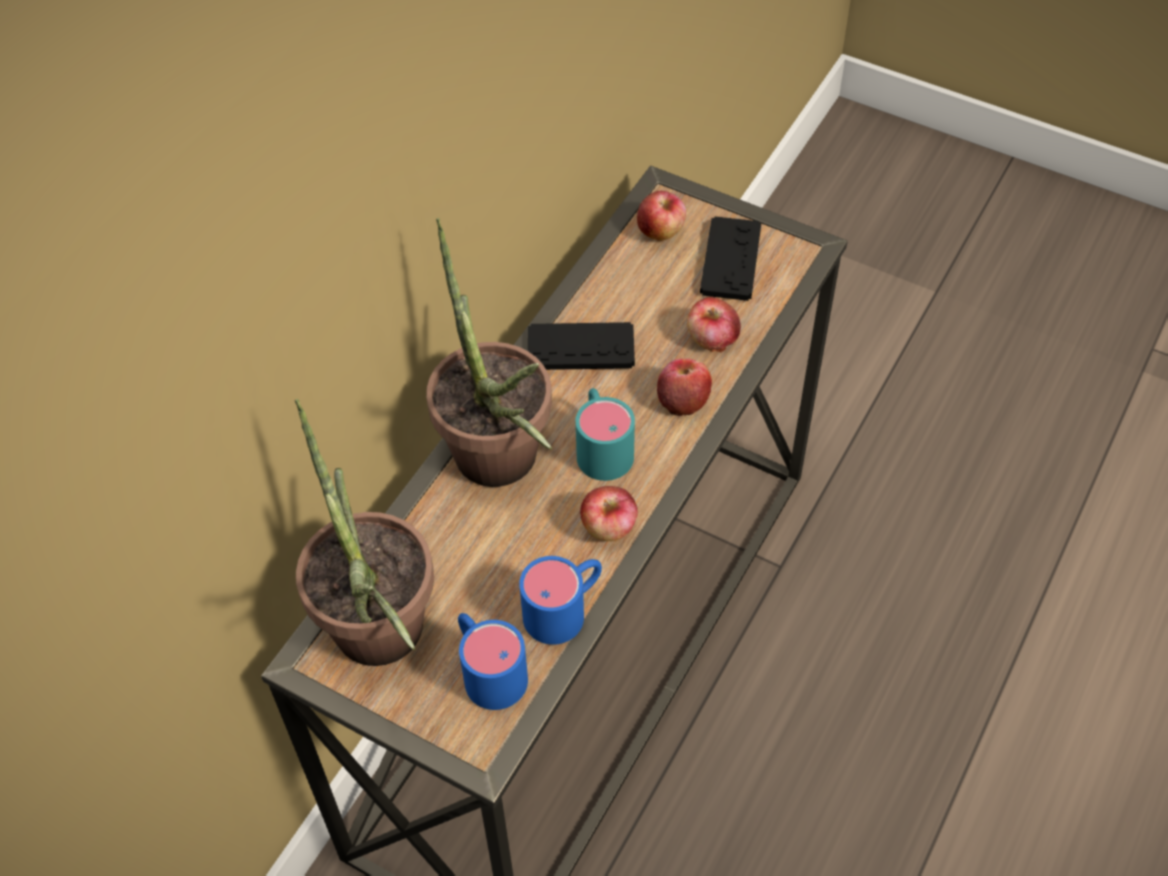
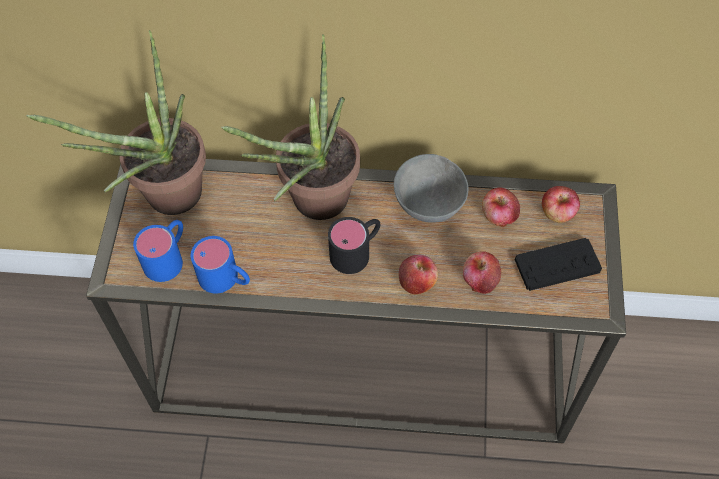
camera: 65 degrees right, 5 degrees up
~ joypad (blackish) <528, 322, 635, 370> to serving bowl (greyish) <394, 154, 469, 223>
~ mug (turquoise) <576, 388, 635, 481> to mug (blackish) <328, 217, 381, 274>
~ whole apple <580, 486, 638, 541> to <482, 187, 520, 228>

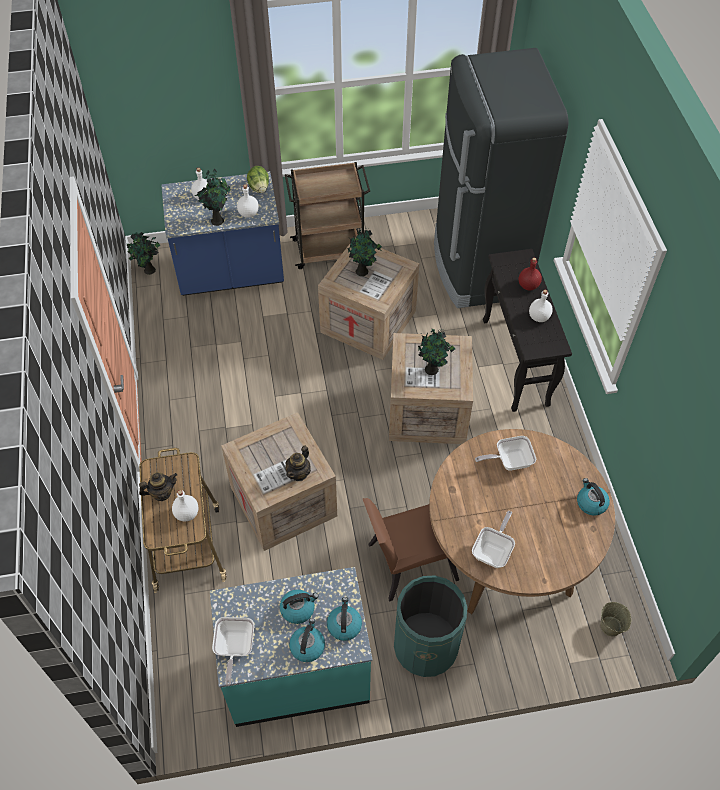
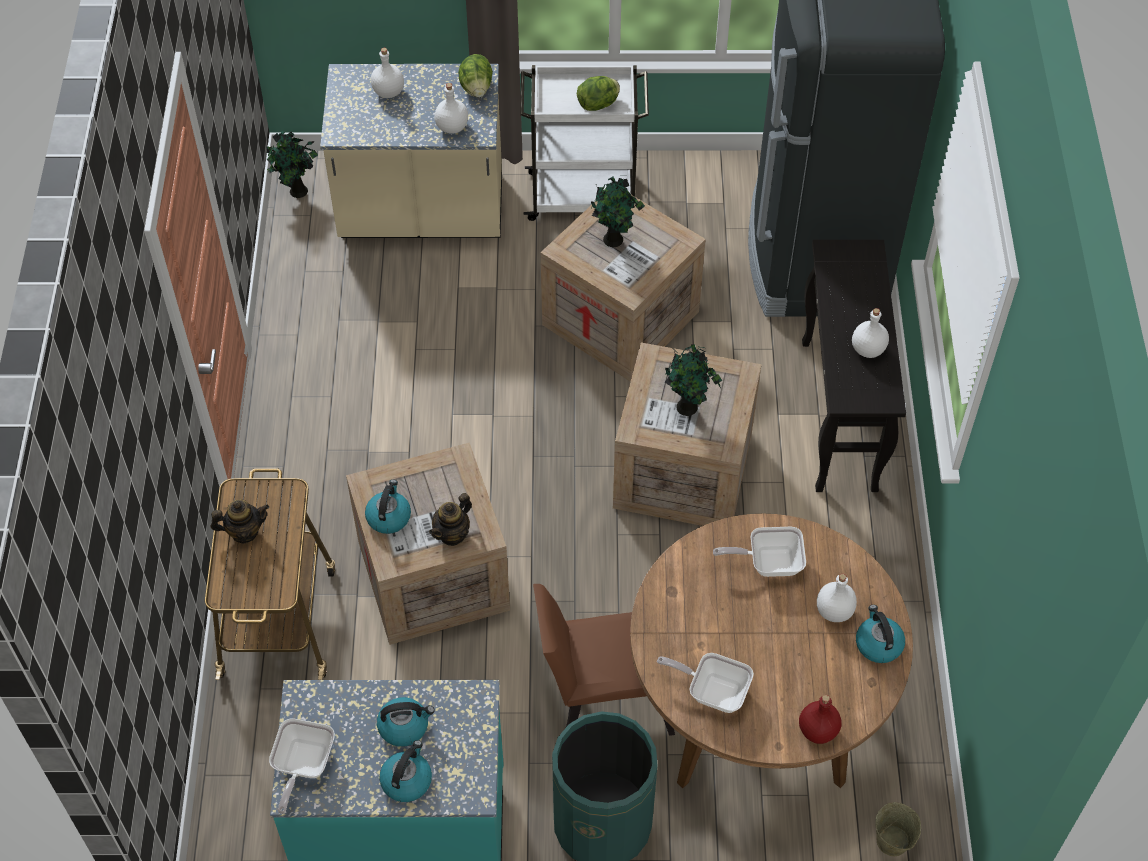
camera: 10 degrees right, 0 degrees up
~ kitchen counter (bluish) <161, 171, 284, 296> to kitchen counter (sand-coloured) <320, 64, 502, 238>
~ drink bottle (whitish) <172, 490, 198, 521> to <817, 573, 857, 622>
- plant in a pot <195, 168, 231, 226>
~ cart (brownish) <285, 162, 370, 269> to cart (whitish) <520, 65, 649, 221>
~ kettle <327, 597, 362, 641> to <365, 480, 411, 534>
~ pan <472, 511, 515, 568> = <657, 653, 754, 713> 105 degrees counterclockwise
~ drink bottle (reddish) <519, 258, 542, 291> to <799, 695, 842, 744>
+ lettuce <577, 76, 620, 111>

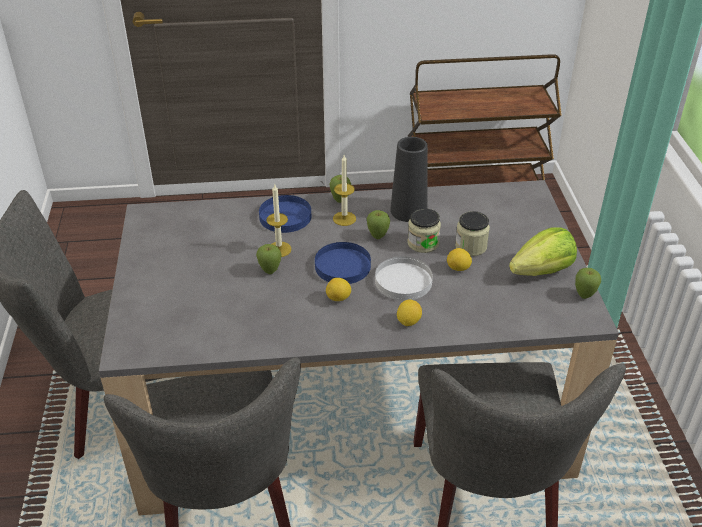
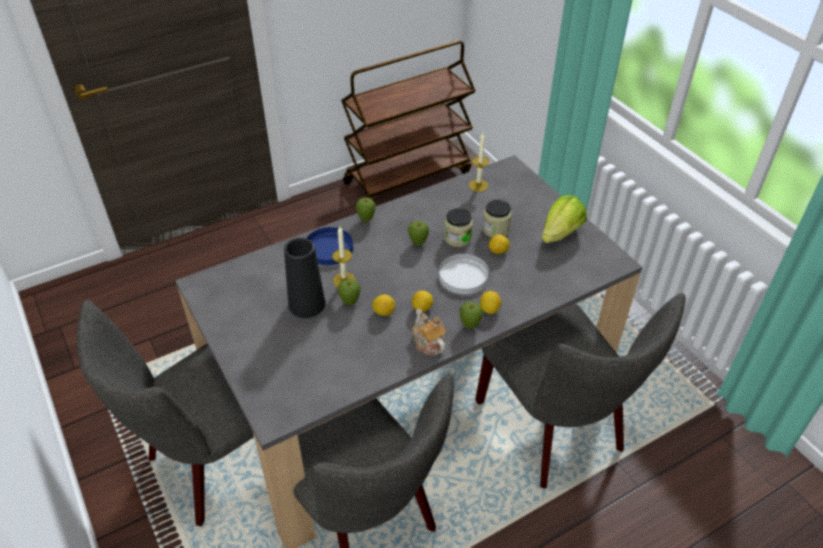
camera: 25 degrees left, 5 degrees up
- dinner plate (bluish) <315, 242, 371, 284>
~ wax candle <333, 155, 356, 226> to <469, 133, 489, 192>
~ flower vase (blackish) <390, 137, 428, 222> to <284, 238, 325, 318>
~ whole apple <575, 268, 601, 299> to <460, 302, 483, 329>
+ lemon <372, 294, 395, 316>
+ tea pot <412, 308, 446, 356>

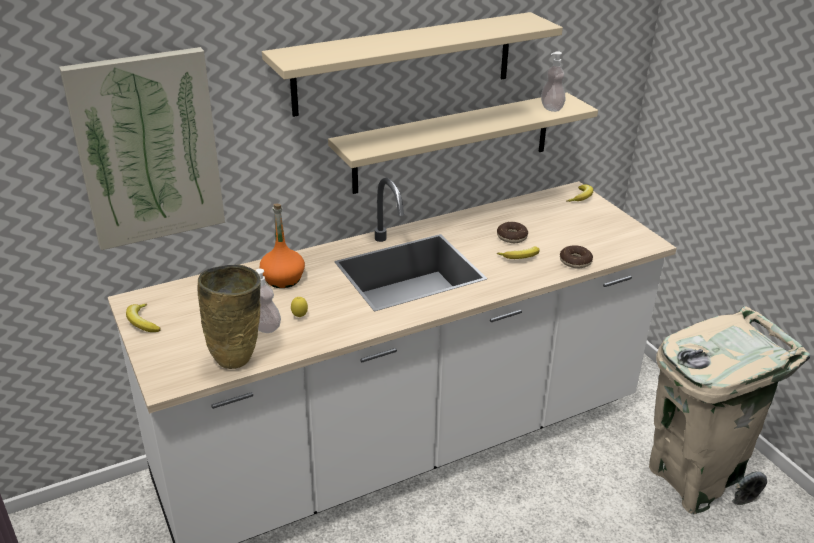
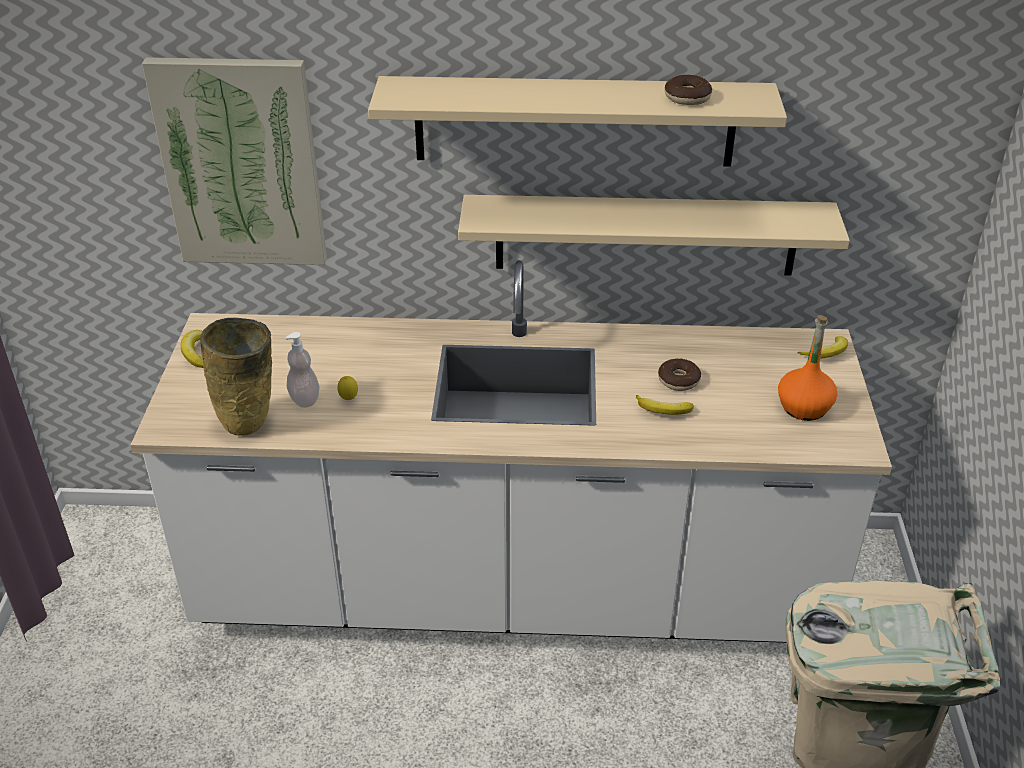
camera: 30 degrees right, 5 degrees up
~ drink bottle (orange-coloured) <260, 203, 305, 288> to <778, 315, 837, 421>
- liquid soap bottle <541, 51, 566, 112>
~ doughnut <560, 245, 593, 269> to <665, 75, 712, 105>

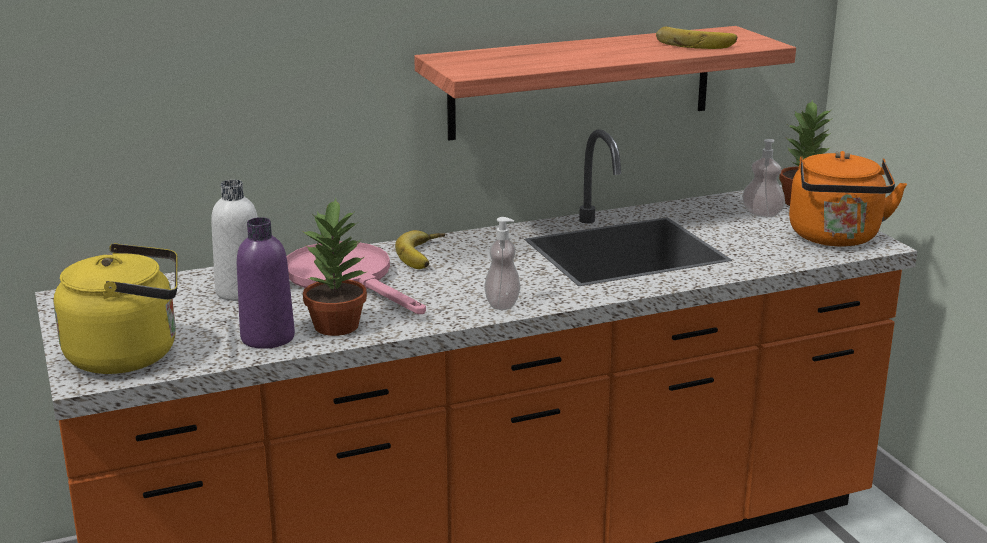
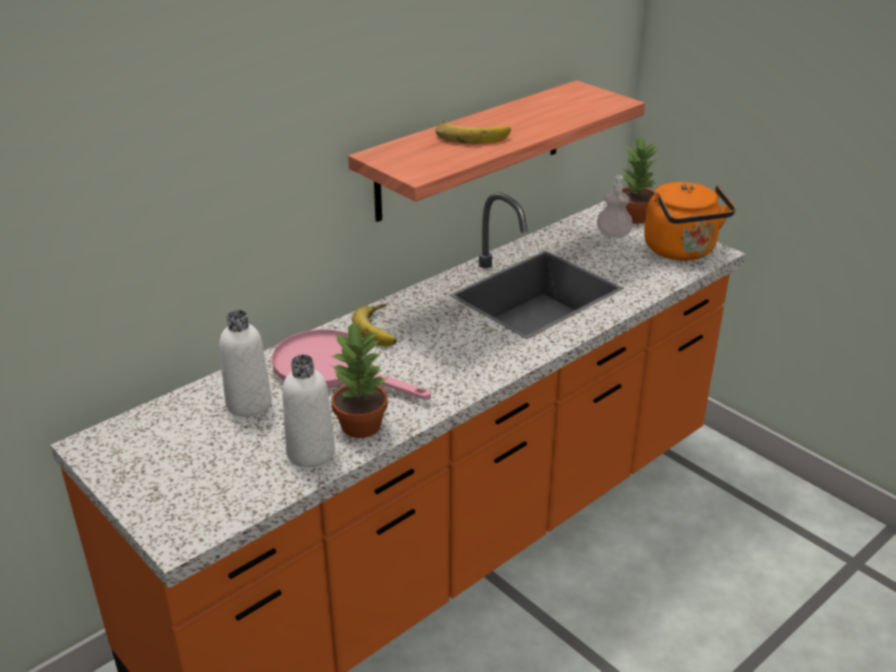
camera: 20 degrees left, 10 degrees up
- kettle (yellow) <54, 243, 178, 374>
~ drink bottle (purple-coloured) <237, 217, 295, 349> to drink bottle (whitish) <282, 354, 335, 467>
- liquid soap bottle <484, 217, 520, 310>
~ whole banana <656, 26, 737, 49> to <436, 120, 511, 144>

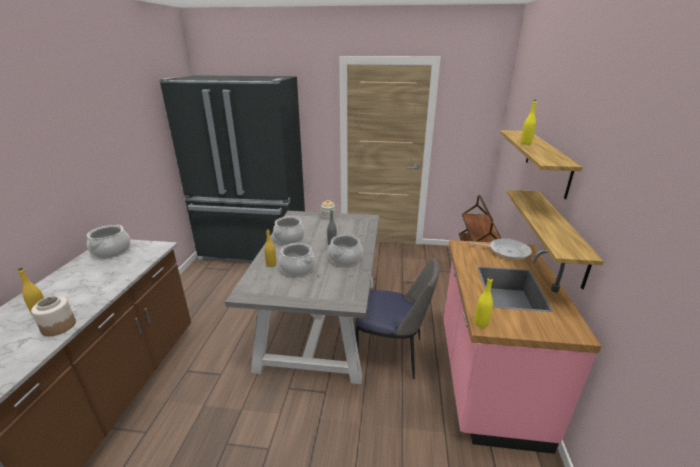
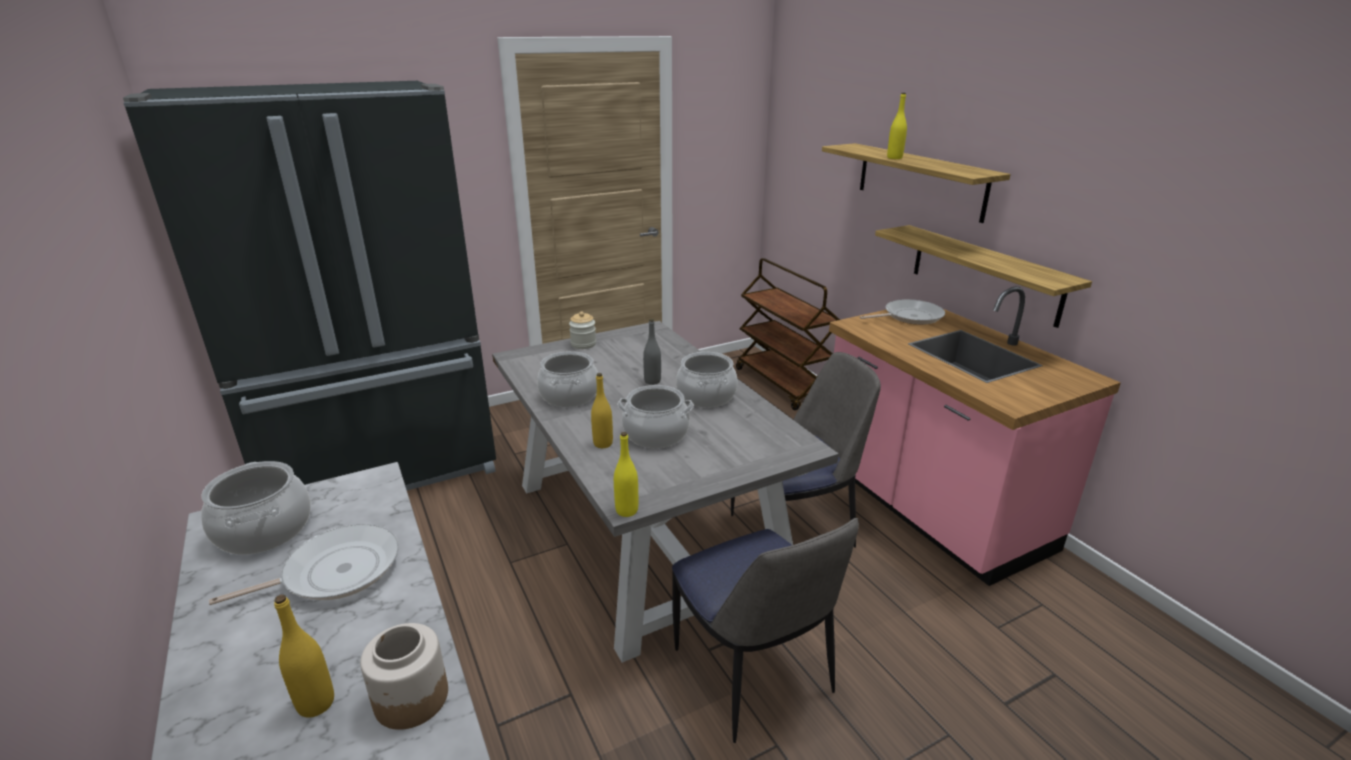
camera: 35 degrees left, 0 degrees up
~ drink bottle (yellow) <474, 276, 493, 328> to <614, 432, 638, 517>
+ pan <209, 524, 399, 605>
+ chair <672, 518, 859, 743>

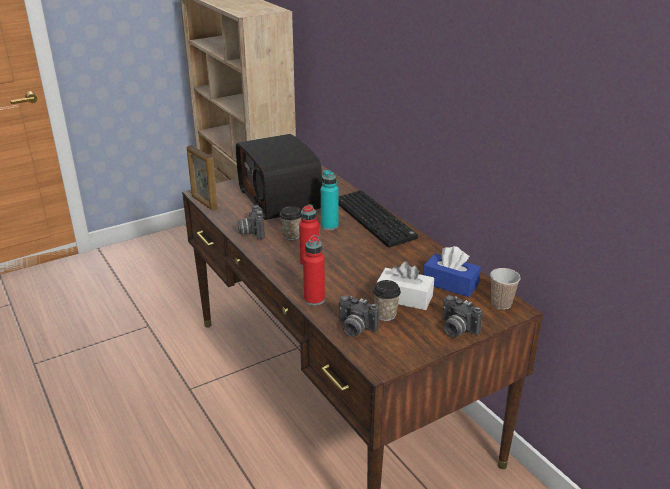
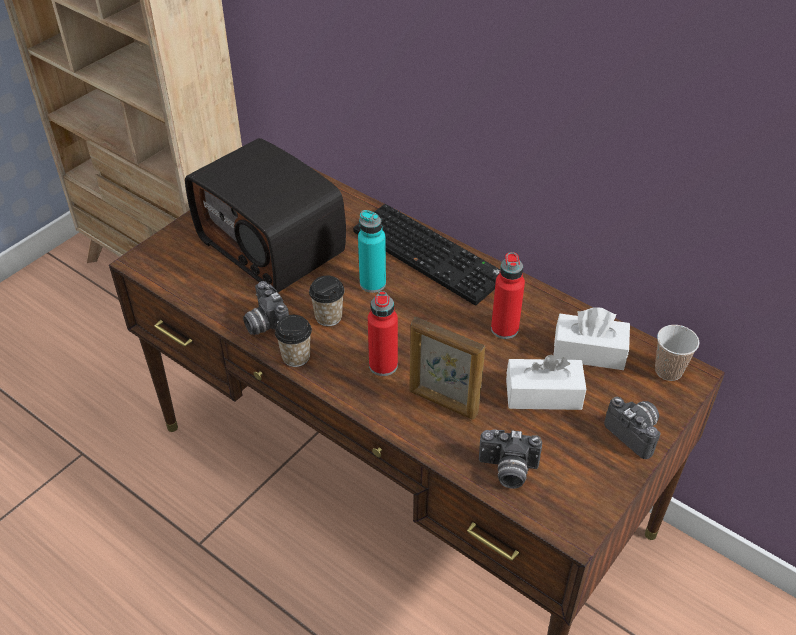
camera: 20 degrees left, 15 degrees up
~ photo frame <187, 145, 218, 211> to <409, 317, 485, 420>
~ drink bottle (reddish) <303, 235, 325, 306> to <491, 252, 525, 339>
~ drinking cup <373, 280, 401, 321> to <275, 315, 312, 367>
~ box of tissues (bluish) <423, 246, 481, 297> to box of tissues (whitish) <554, 307, 630, 370>
~ still camera <442, 295, 483, 337> = <604, 397, 661, 459> 150 degrees counterclockwise

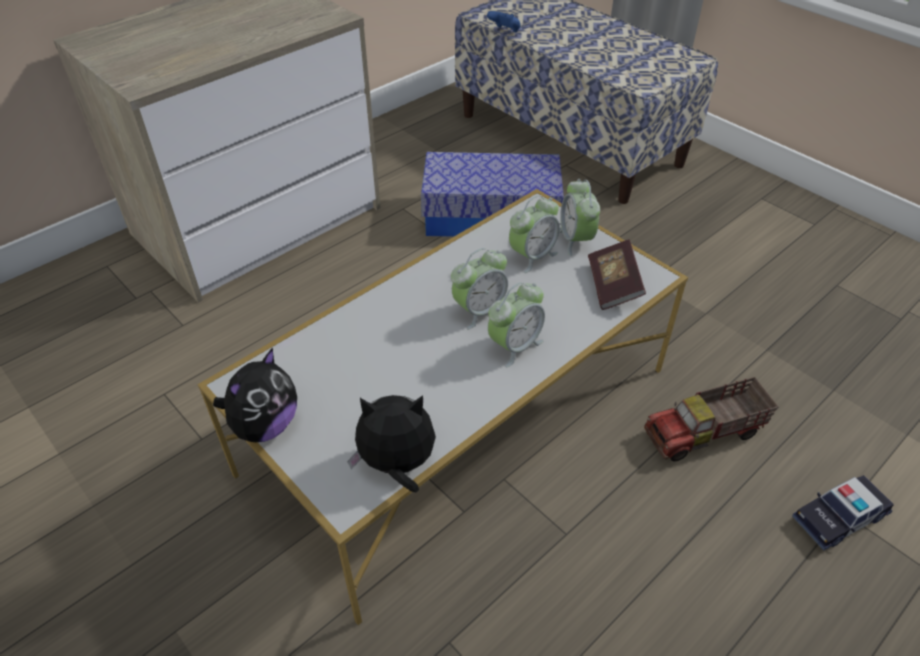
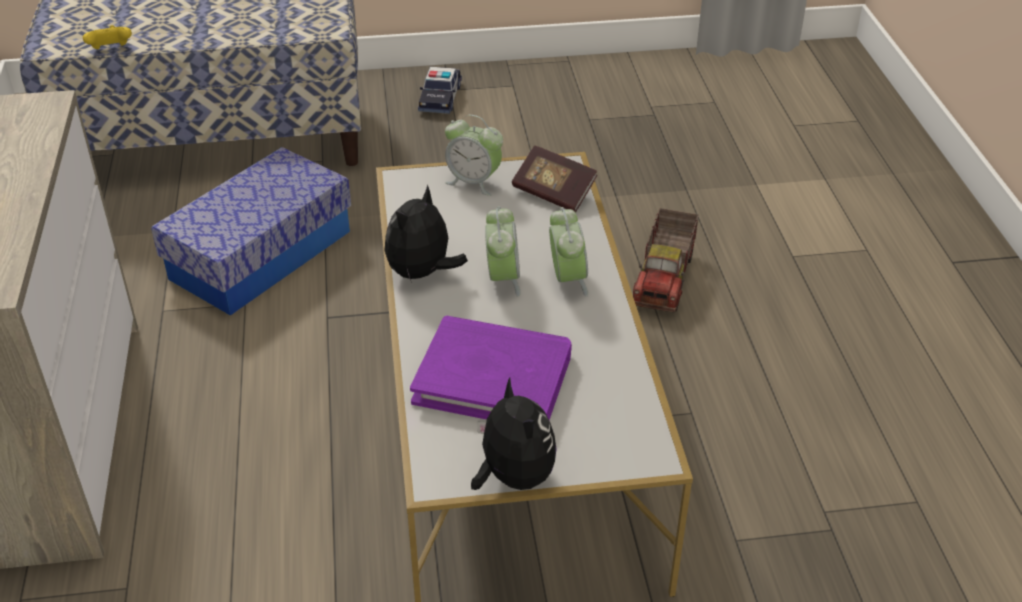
camera: 55 degrees left, 5 degrees down
~ plush toy <347, 395, 436, 493> to <384, 185, 468, 283>
~ joypad (bluish) <487, 11, 521, 32> to joypad (yellow) <83, 25, 132, 49>
- alarm clock <509, 195, 560, 273>
~ miniature car <792, 475, 894, 551> to <418, 67, 462, 114>
+ volume (purple-coloured) <410, 316, 572, 420>

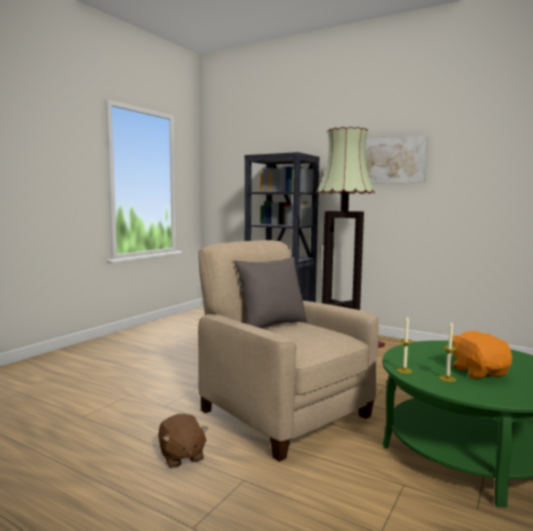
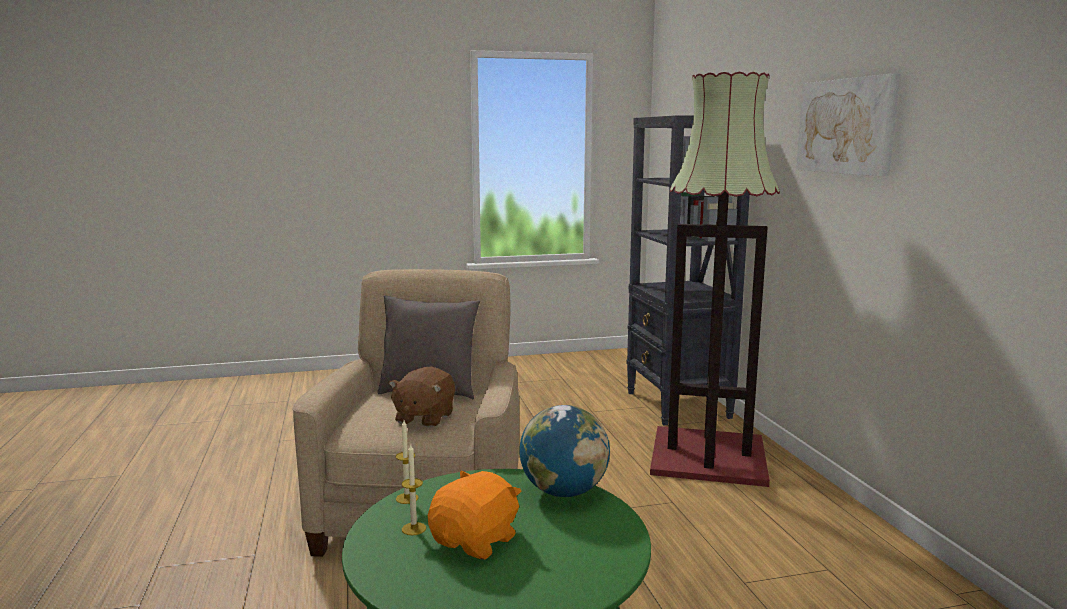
camera: 45 degrees right, 5 degrees up
~ plush toy (brownish) <158, 414, 208, 468> to <389, 366, 455, 427>
+ globe <519, 405, 610, 497>

